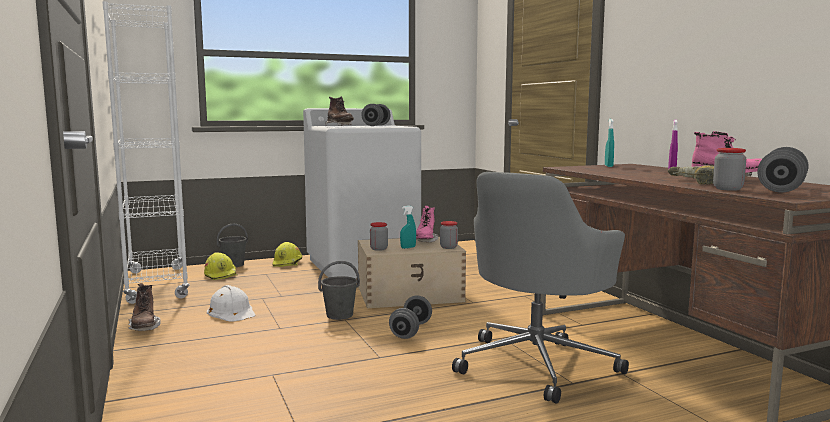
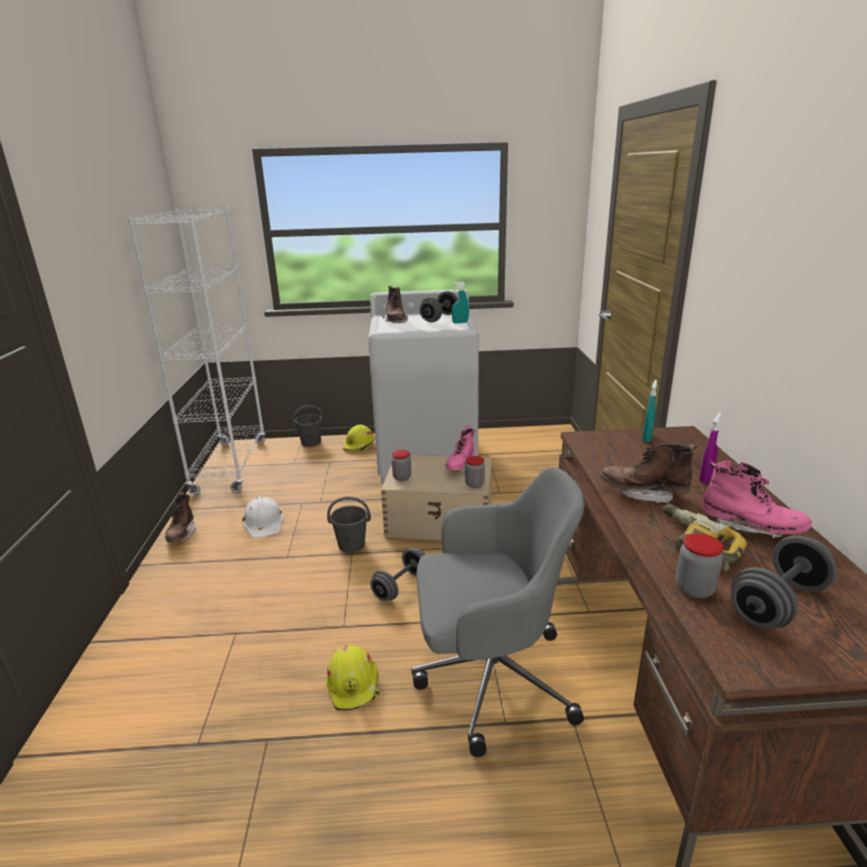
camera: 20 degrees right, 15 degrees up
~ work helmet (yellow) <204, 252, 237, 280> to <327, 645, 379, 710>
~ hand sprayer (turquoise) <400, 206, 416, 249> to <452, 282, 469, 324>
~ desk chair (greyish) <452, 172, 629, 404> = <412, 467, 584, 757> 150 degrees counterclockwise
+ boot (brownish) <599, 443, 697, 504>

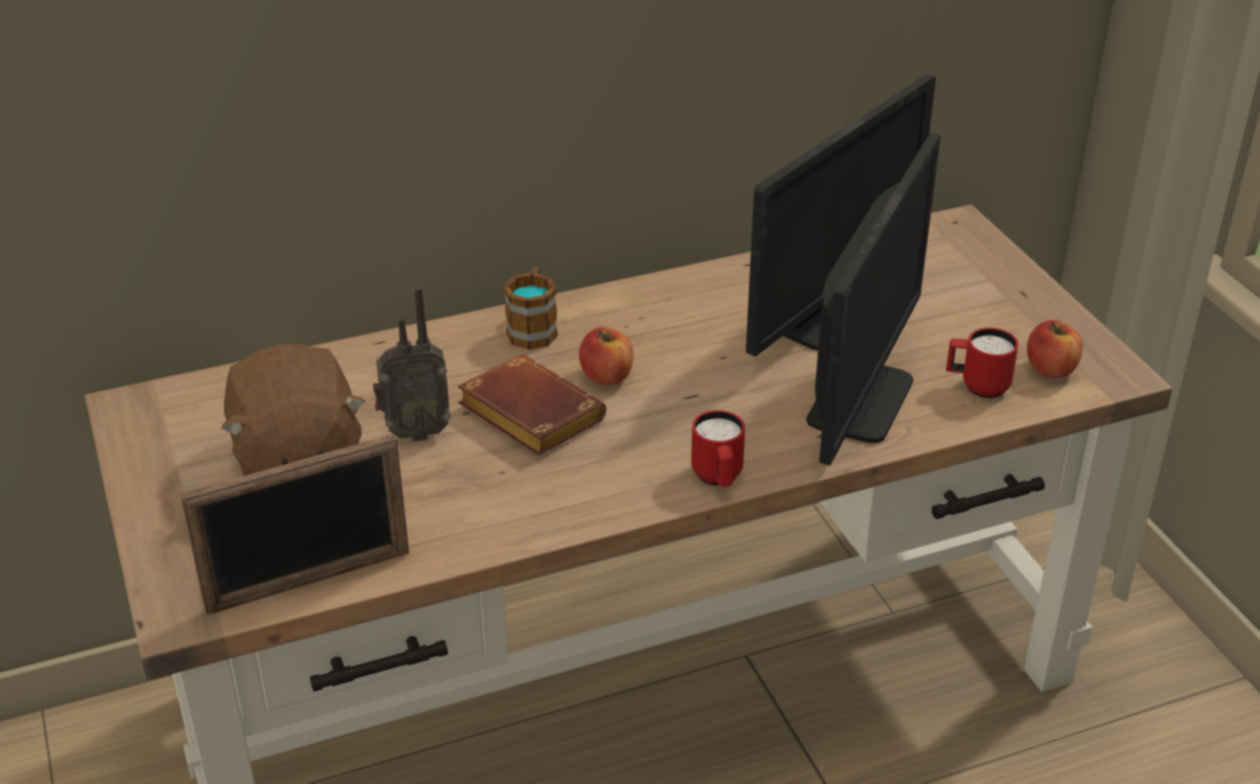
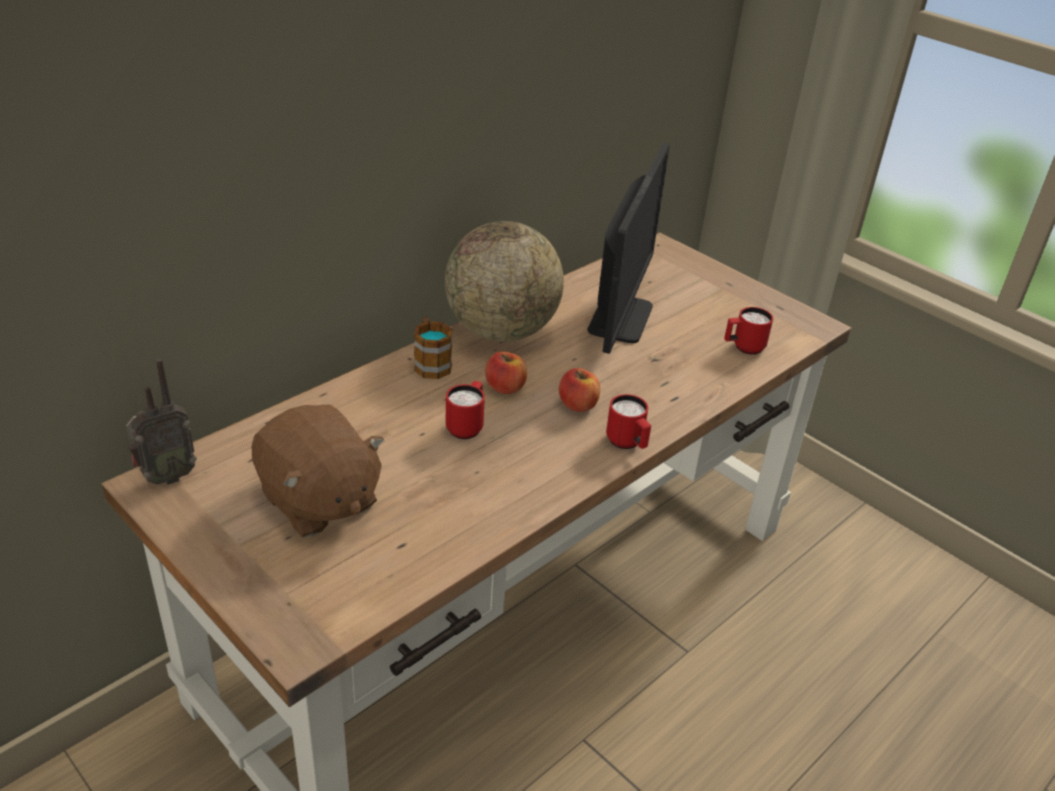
camera: 25 degrees left, 0 degrees up
- photo frame <180, 434, 409, 615>
~ radio <373, 286, 451, 441> to <126, 358, 197, 485>
~ volume (brownish) <458, 355, 606, 455> to mug (reddish) <446, 381, 485, 439>
- monitor <806, 133, 941, 465>
~ whole apple <1027, 320, 1083, 378> to <559, 368, 600, 412>
+ globe <445, 221, 564, 342>

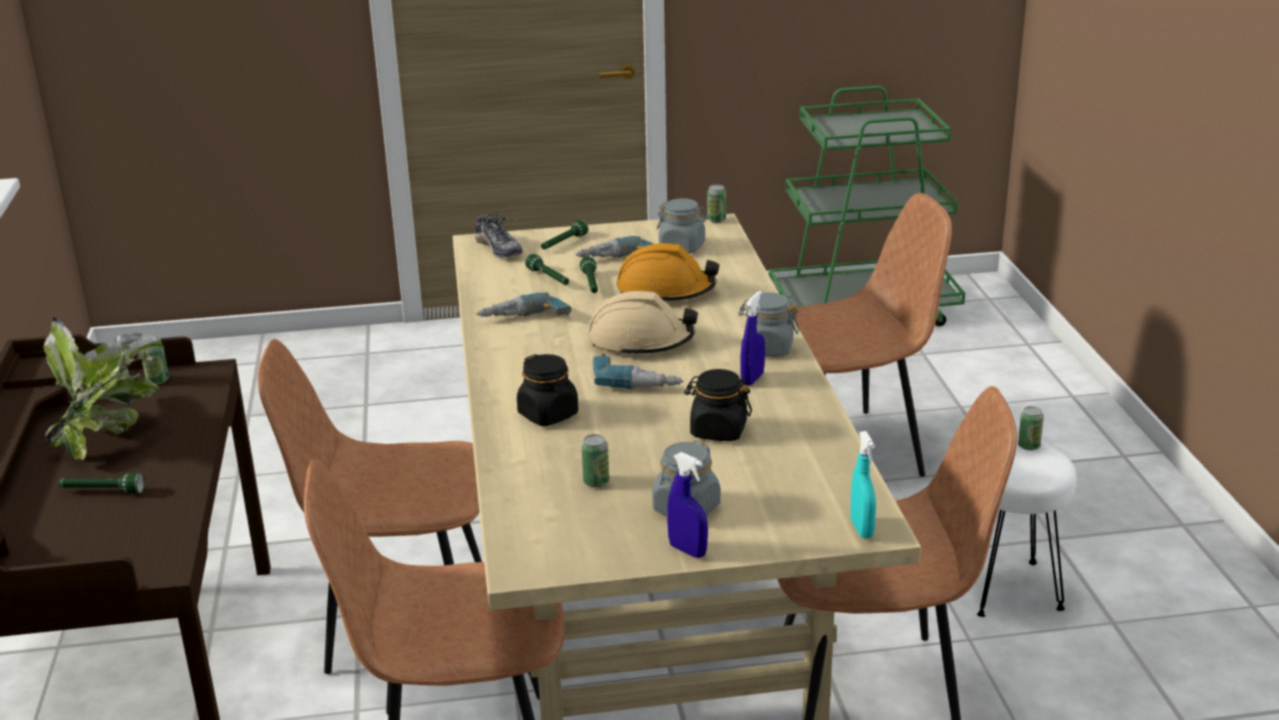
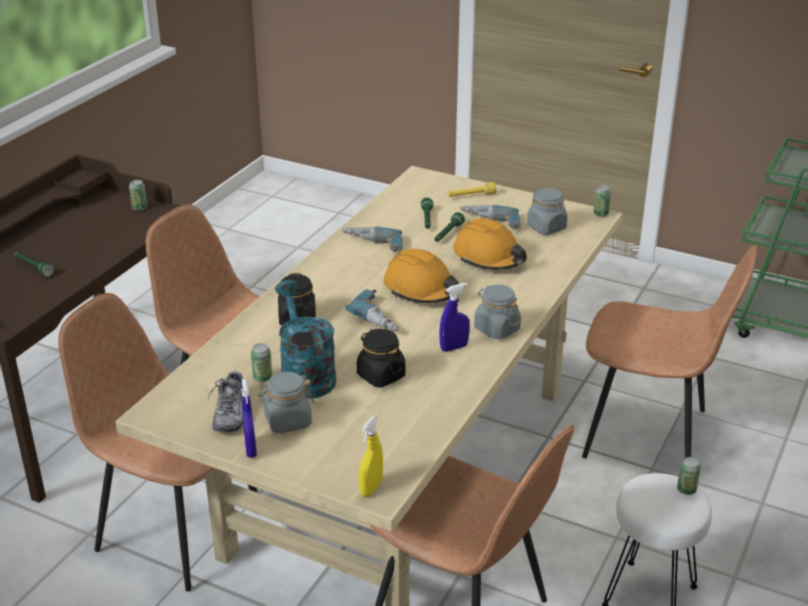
camera: 35 degrees right, 5 degrees up
- plant in a pot <43, 317, 163, 460>
~ low shoe <475, 211, 523, 258> to <208, 368, 250, 432>
~ torch (green-coloured) <541, 220, 589, 250> to torch (yellow) <448, 182, 497, 197>
~ work helmet (sand-coloured) <588, 291, 698, 357> to work helmet (orange-coloured) <384, 249, 459, 303>
~ hand sprayer (turquoise) <850, 431, 876, 538> to hand sprayer (yellow) <359, 416, 383, 497>
+ watering pot (turquoise) <275, 280, 336, 399>

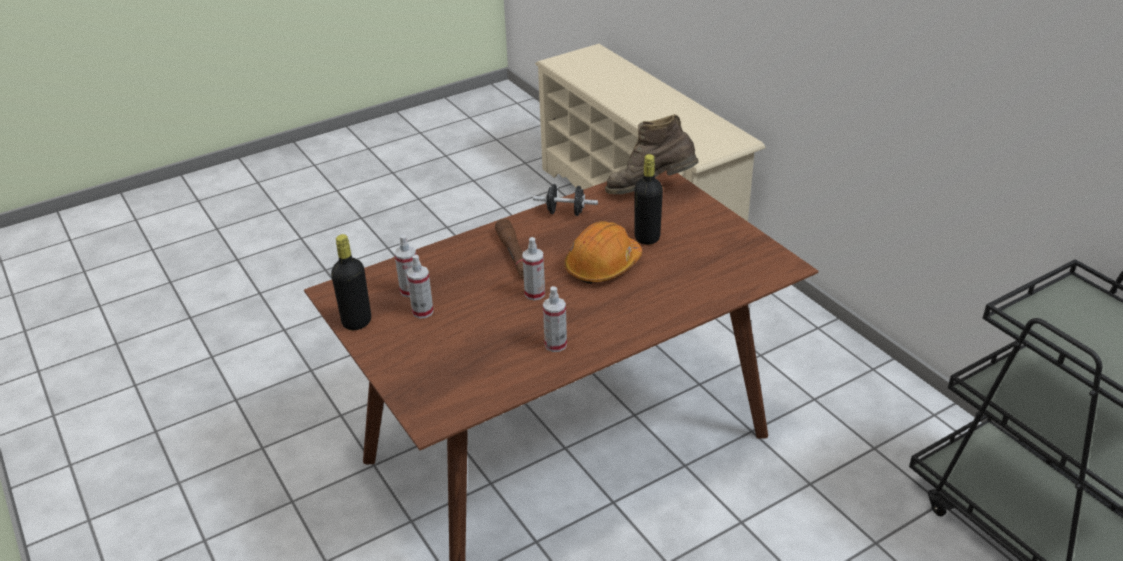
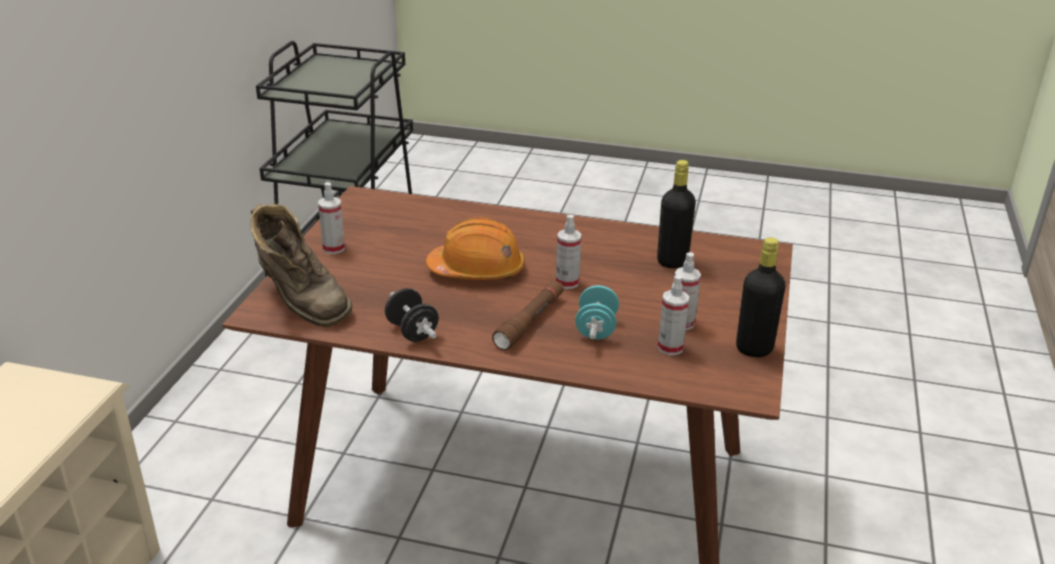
camera: 135 degrees left, 5 degrees down
~ hand sprayer <543, 286, 567, 352> to <318, 182, 345, 254>
~ drink bottle (blackish) <634, 154, 663, 245> to <657, 160, 696, 268>
+ hand weight (turquoise) <575, 285, 619, 339>

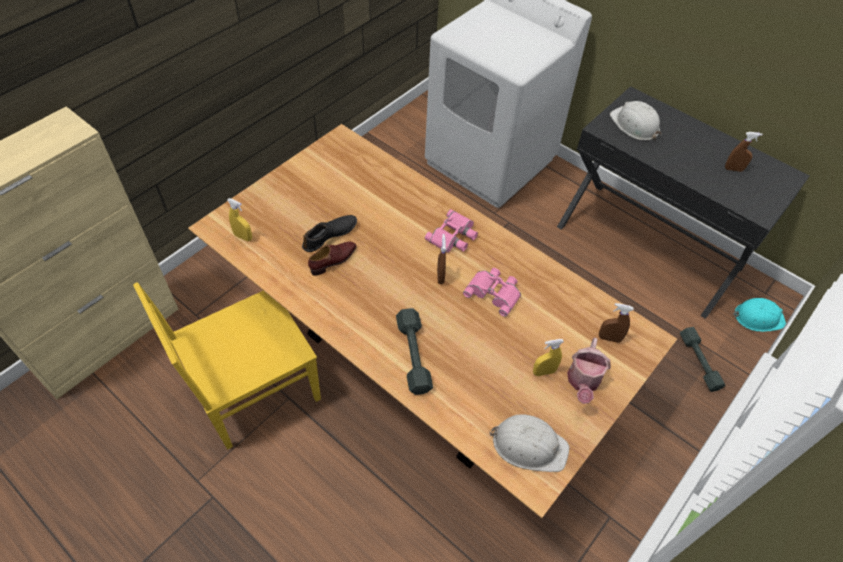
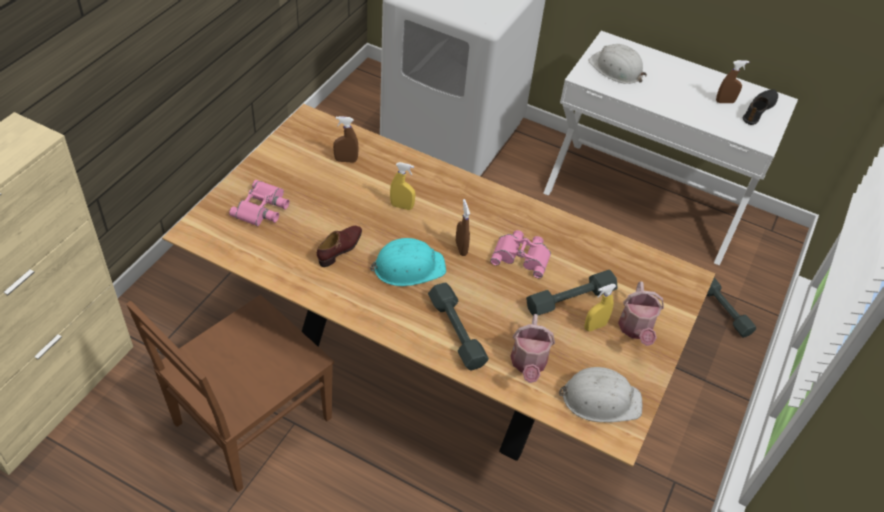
camera: 15 degrees left, 5 degrees down
~ chair (yellow) <133, 282, 321, 450> to chair (brownish) <126, 295, 334, 492>
~ hand sprayer (yellow) <227, 198, 252, 241> to <390, 162, 415, 210>
~ low shoe (blackish) <302, 215, 357, 252> to <743, 89, 778, 125>
~ pair of binoculars (pink) <425, 209, 478, 253> to <229, 180, 289, 226>
~ desk unit (blackish) <557, 86, 809, 319> to desk unit (whitish) <543, 31, 798, 266>
~ hand sprayer (brownish) <599, 303, 633, 343> to <333, 116, 358, 163>
~ work helmet (turquoise) <733, 298, 786, 332> to <370, 238, 446, 286>
+ watering pot <510, 314, 555, 383>
+ hand weight (greyish) <526, 270, 618, 315>

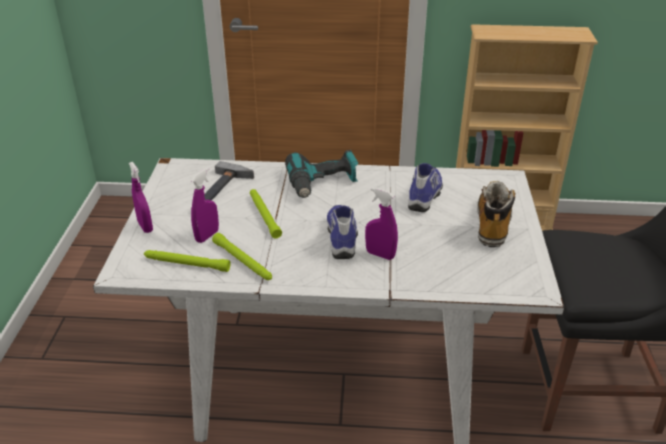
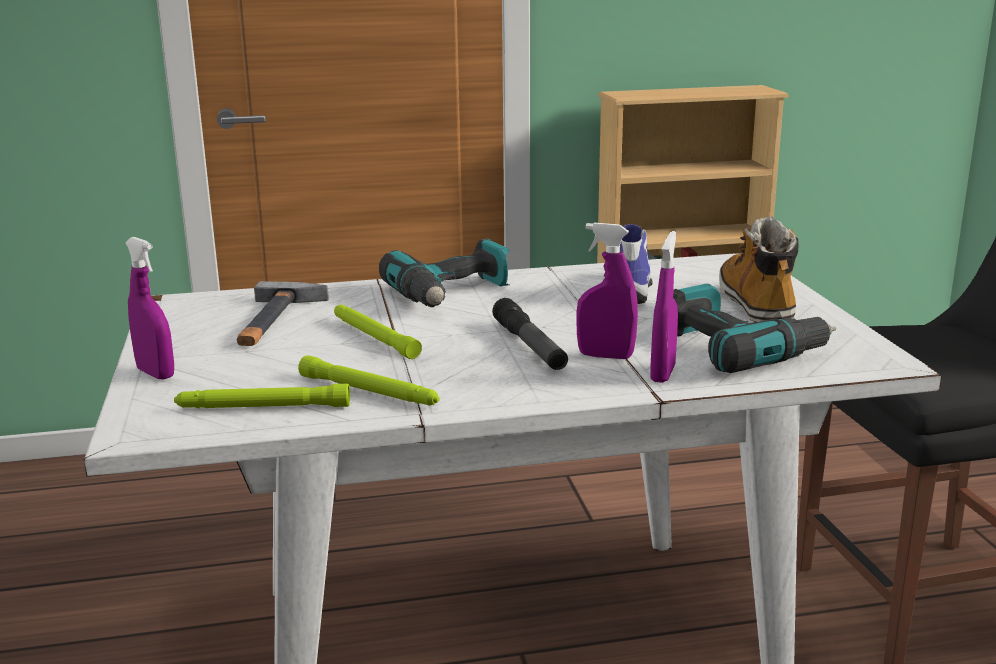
camera: 15 degrees left, 15 degrees down
~ hand sprayer (purple-coloured) <191, 168, 219, 243> to <650, 231, 678, 383>
~ low shoe <327, 205, 358, 259> to torch <492, 298, 568, 370>
+ drill <673, 284, 836, 373>

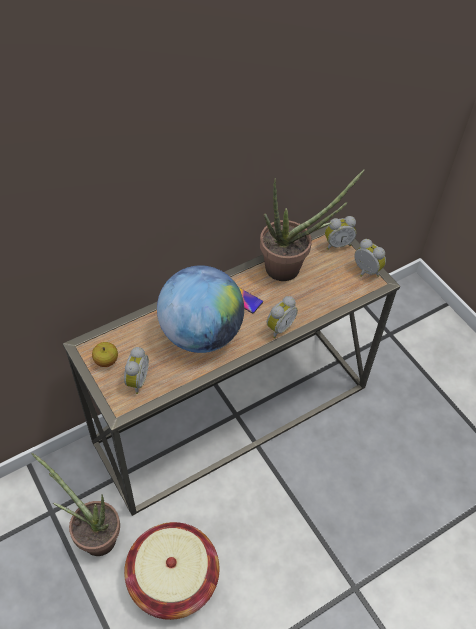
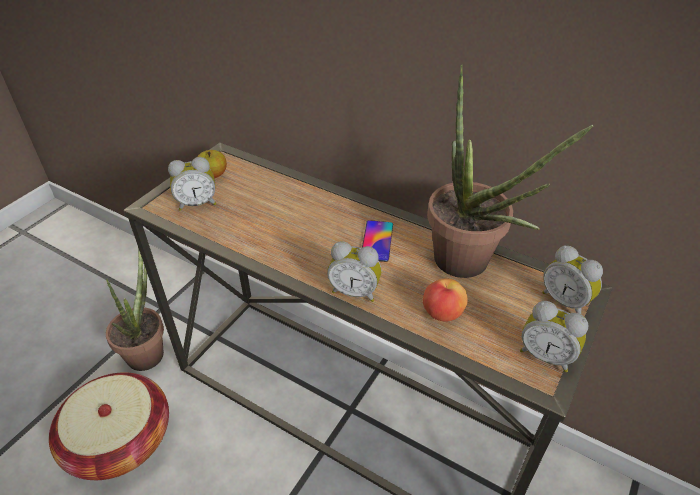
camera: 65 degrees right, 10 degrees down
- globe <157, 265, 244, 353>
~ alarm clock <354, 239, 386, 277> = <520, 301, 588, 372> 105 degrees clockwise
+ whole apple <423, 278, 468, 322>

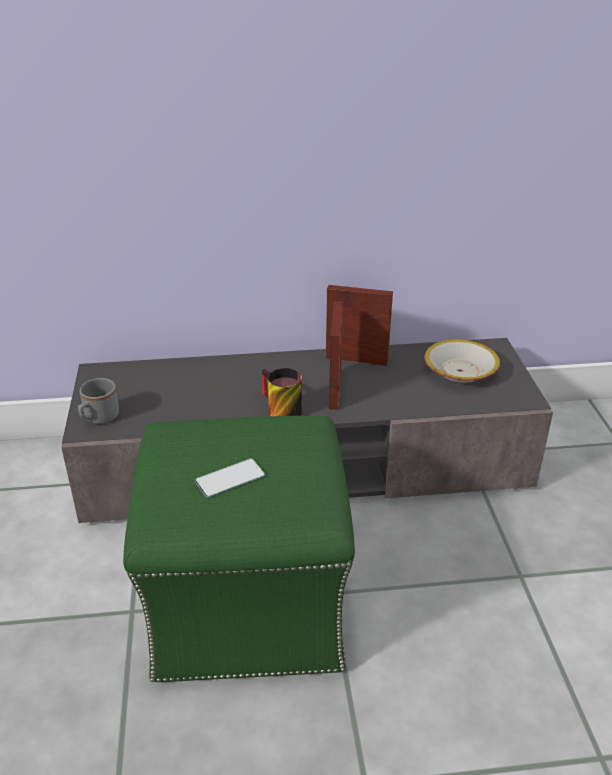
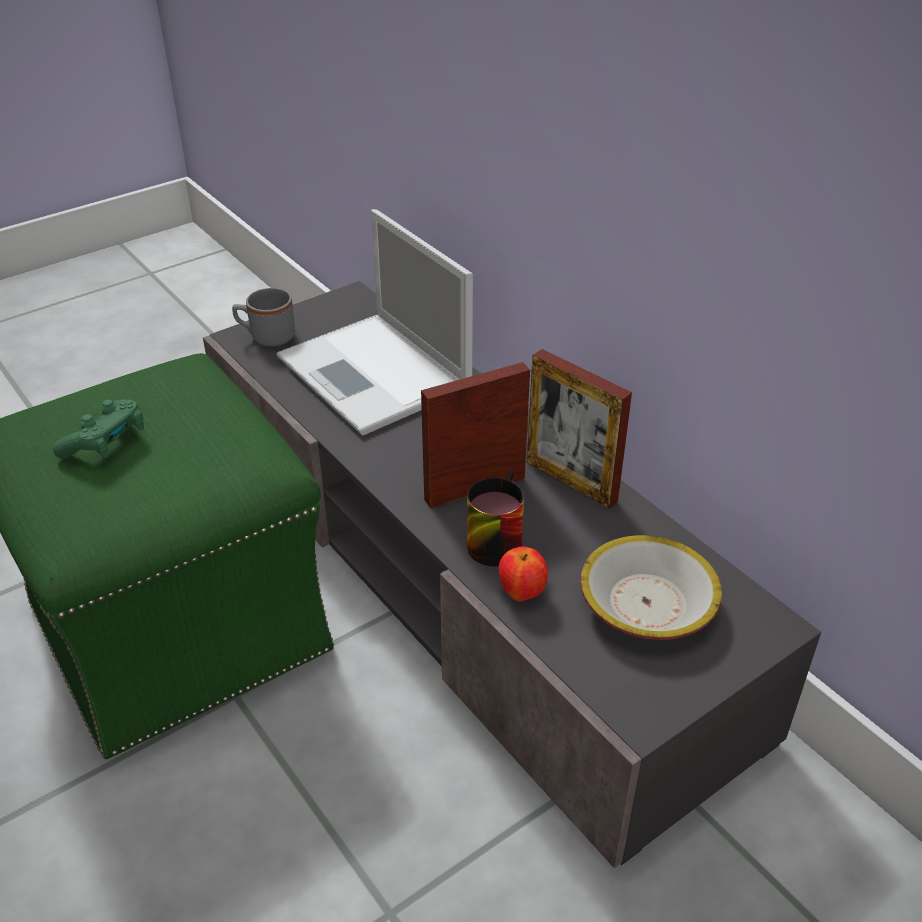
camera: 60 degrees right, 5 degrees up
~ phone <194, 458, 265, 498> to joypad (green-coloured) <53, 399, 144, 459>
~ mug <262, 368, 302, 416> to <467, 470, 524, 566>
~ photo frame <326, 285, 393, 366> = <527, 349, 632, 509> 150 degrees clockwise
+ portable computer <277, 209, 473, 436>
+ whole apple <499, 546, 548, 601>

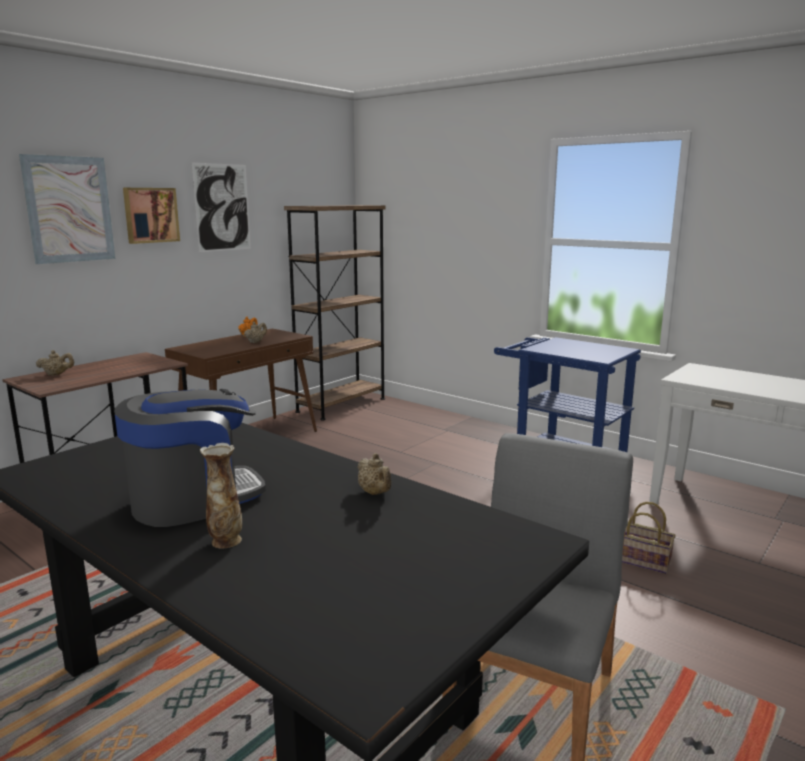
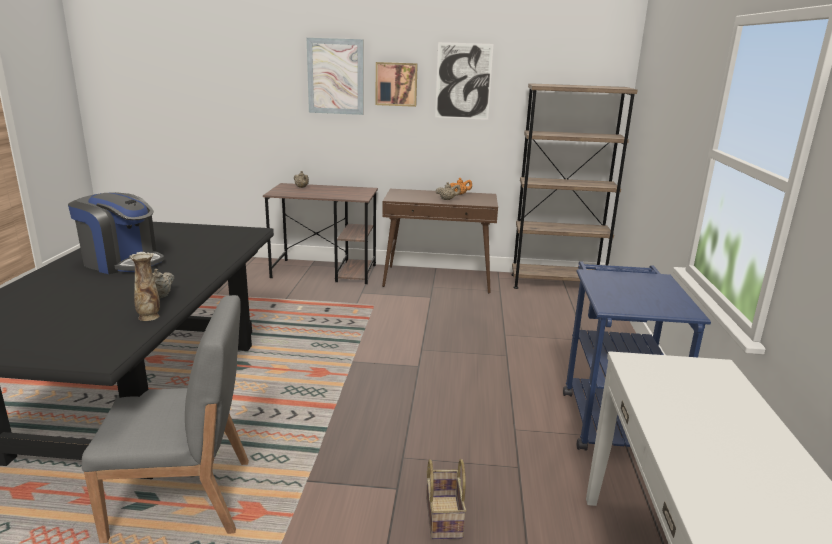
camera: 55 degrees right, 5 degrees up
~ flower vase <200, 443, 242, 548> to <129, 252, 160, 321>

